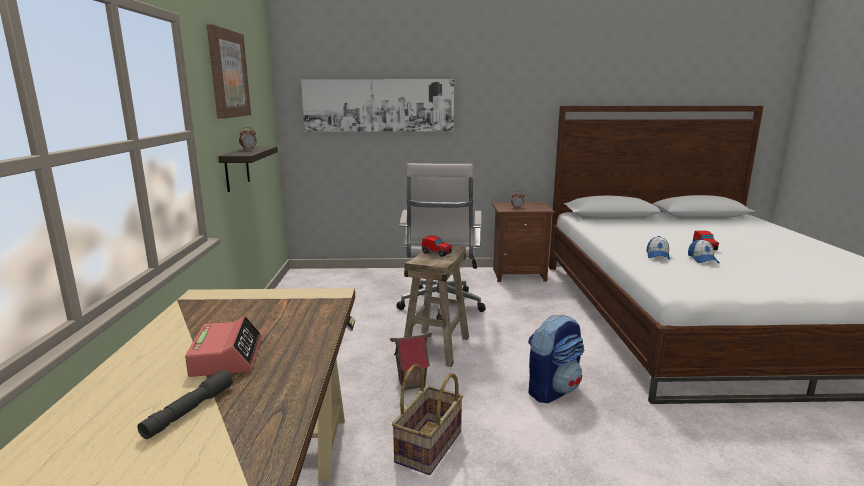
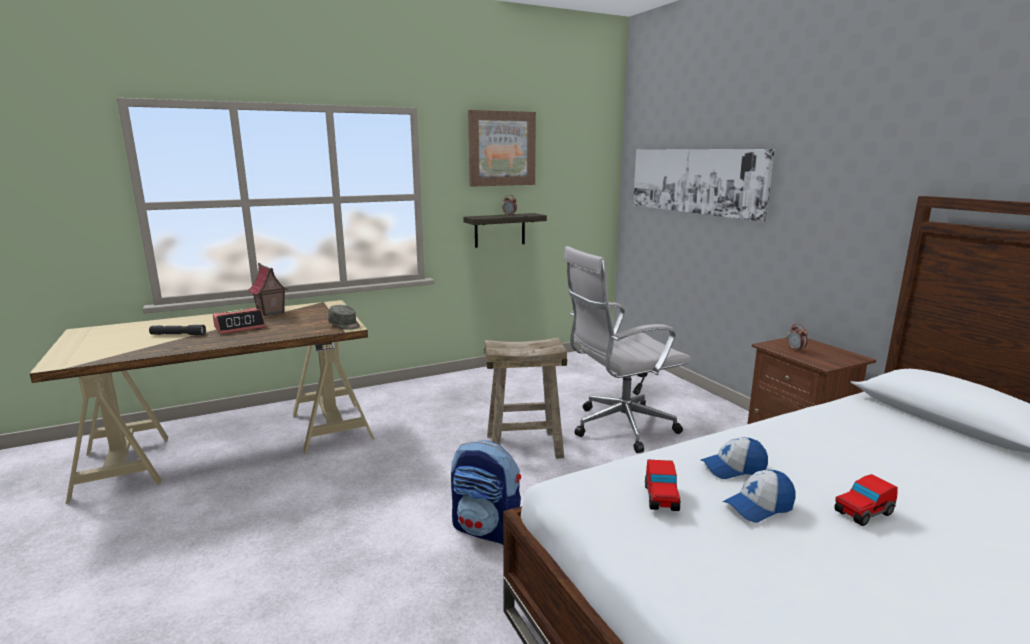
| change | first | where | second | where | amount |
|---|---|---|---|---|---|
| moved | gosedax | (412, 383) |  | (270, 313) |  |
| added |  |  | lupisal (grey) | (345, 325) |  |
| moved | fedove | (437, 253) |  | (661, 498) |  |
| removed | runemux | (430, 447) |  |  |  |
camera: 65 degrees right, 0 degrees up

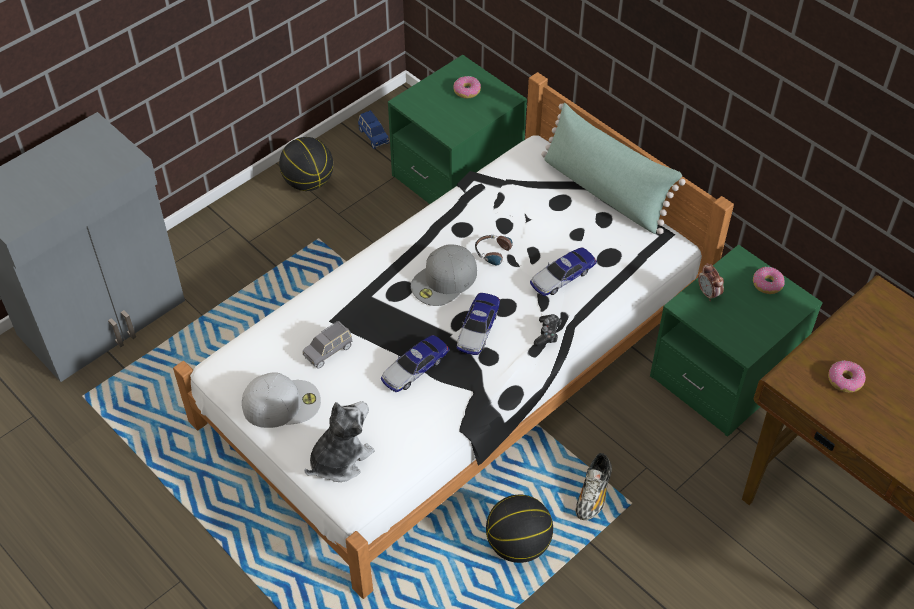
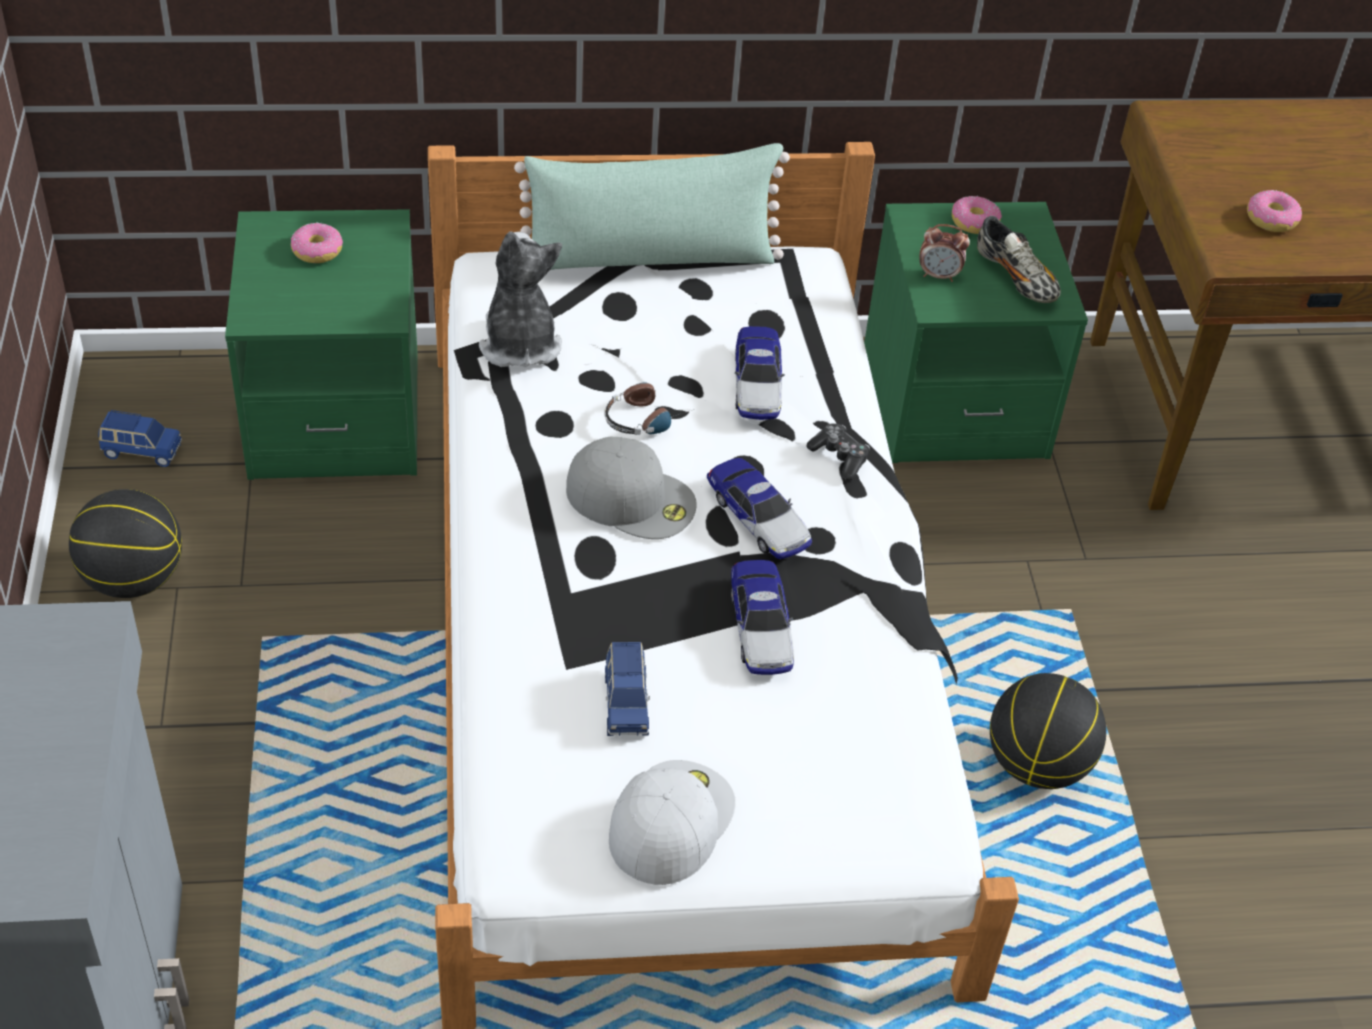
| change | first | where | second | where | amount |
|---|---|---|---|---|---|
| moved | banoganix | (339, 459) |  | (519, 344) |  |
| turned | lupisal (grey) | (444, 280) |  | (632, 498) | 60 degrees counterclockwise |
| recoloured | fedove (grey) | (328, 351) | fedove (blue) | (626, 704) |  |
| moved | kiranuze | (593, 494) |  | (1016, 278) |  |
camera: 55 degrees left, 5 degrees down

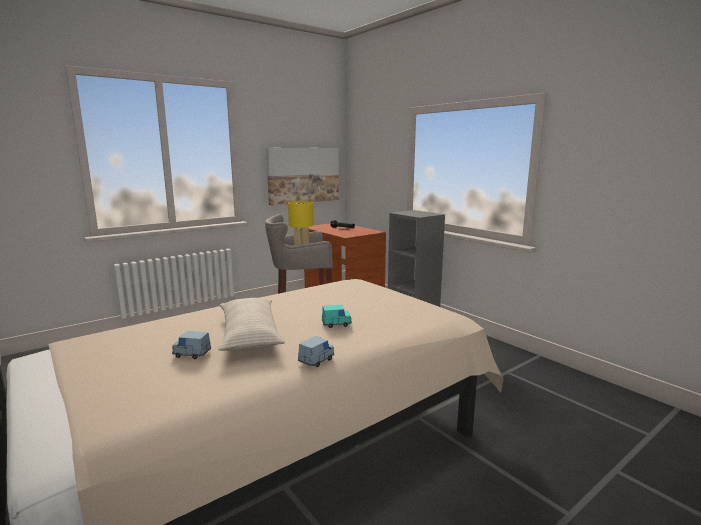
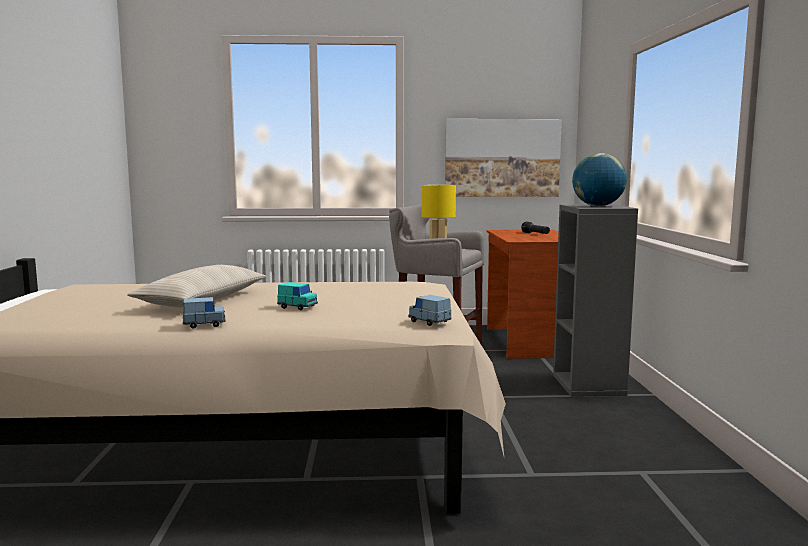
| change | first | where | second | where | amount |
|---|---|---|---|---|---|
| moved | fedove (blue) | (192, 354) |  | (429, 322) |  |
| added |  |  | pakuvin | (597, 206) |  |
camera: 35 degrees right, 5 degrees down

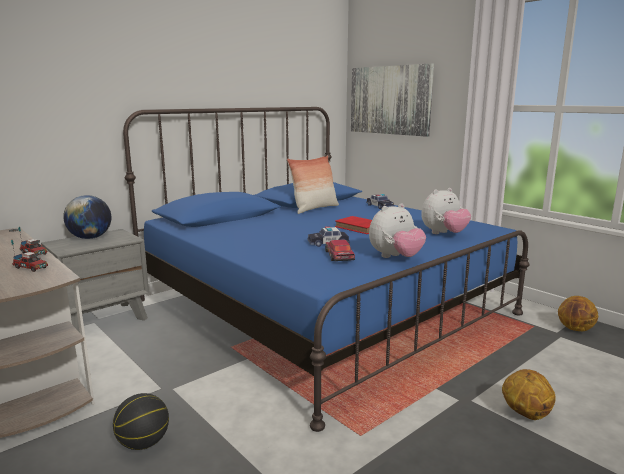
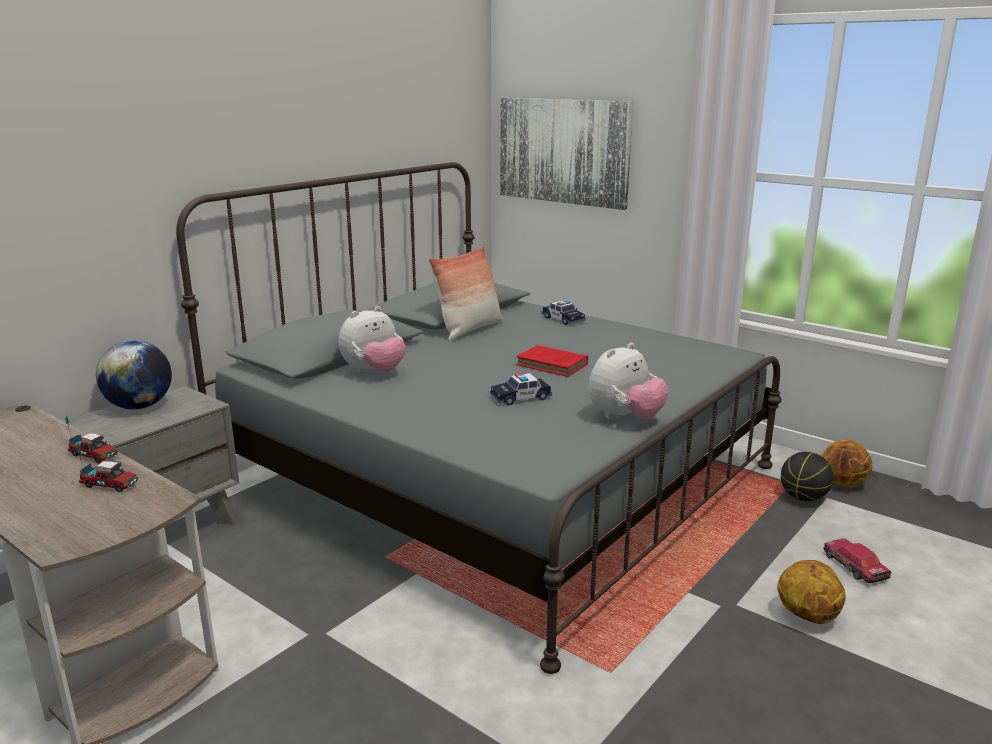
| change | first | where | second | where | amount |
|---|---|---|---|---|---|
| recoloured | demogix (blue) | (323, 307) | demogix (grey) | (497, 478) |  |
| moved | banoganix | (443, 234) |  | (374, 372) |  |
| moved | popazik | (143, 443) |  | (803, 497) |  |
| moved | fedove | (339, 256) |  | (855, 567) |  |
camera: 10 degrees left, 5 degrees up

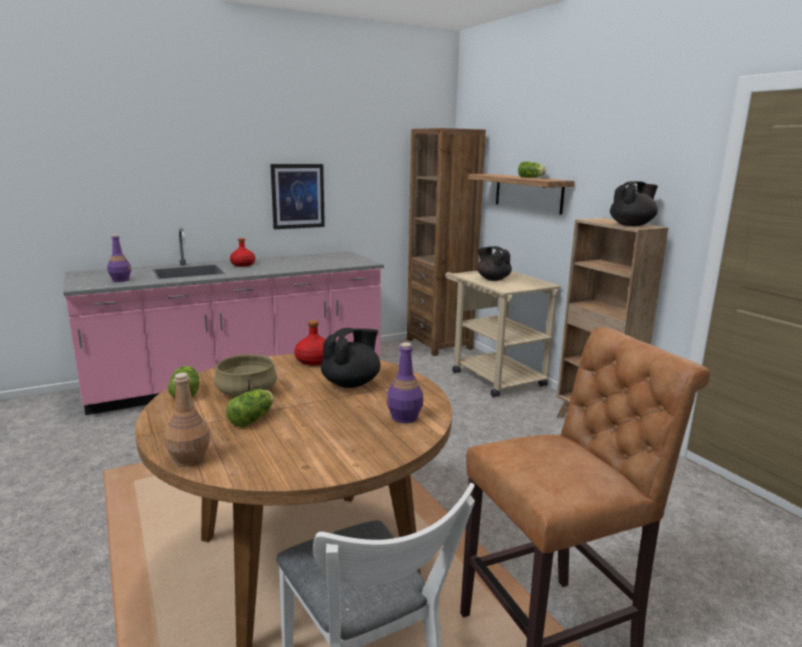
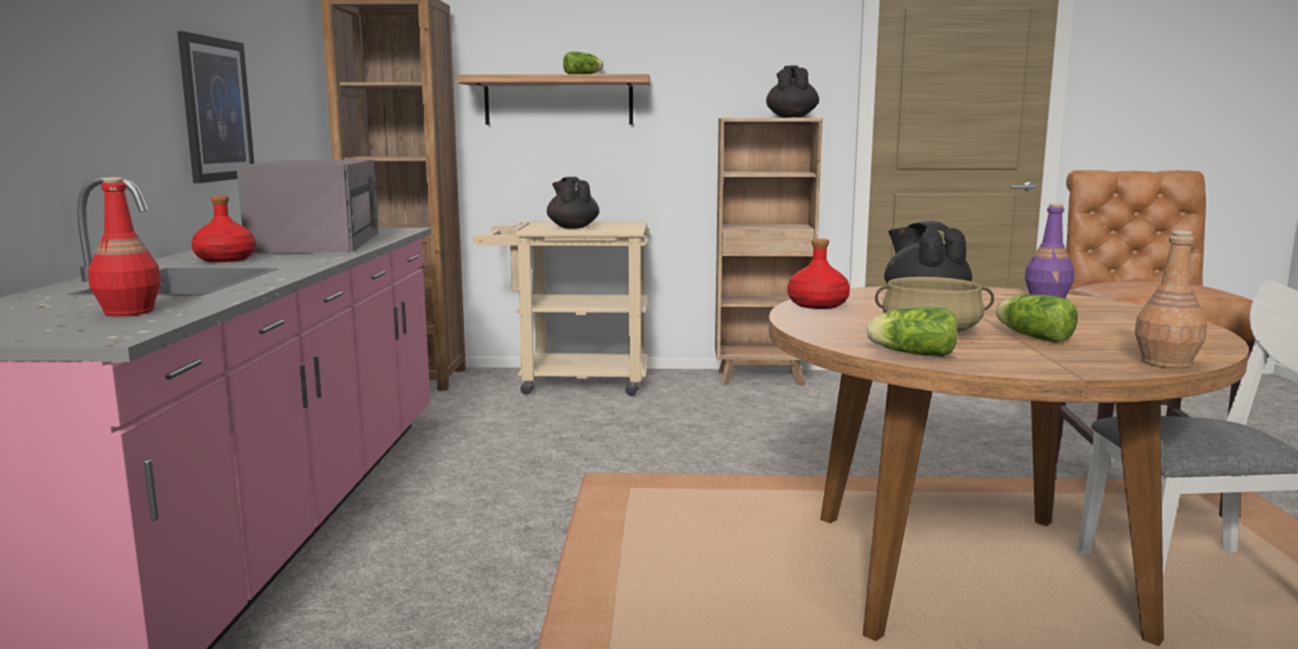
| change | first | where | second | where | amount |
|---|---|---|---|---|---|
| recoloured | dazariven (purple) | (120, 280) | dazariven (red) | (128, 312) |  |
| added |  |  | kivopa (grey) | (317, 242) |  |
| turned | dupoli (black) | (493, 279) |  | (572, 227) | 75 degrees clockwise |
camera: 60 degrees left, 5 degrees down

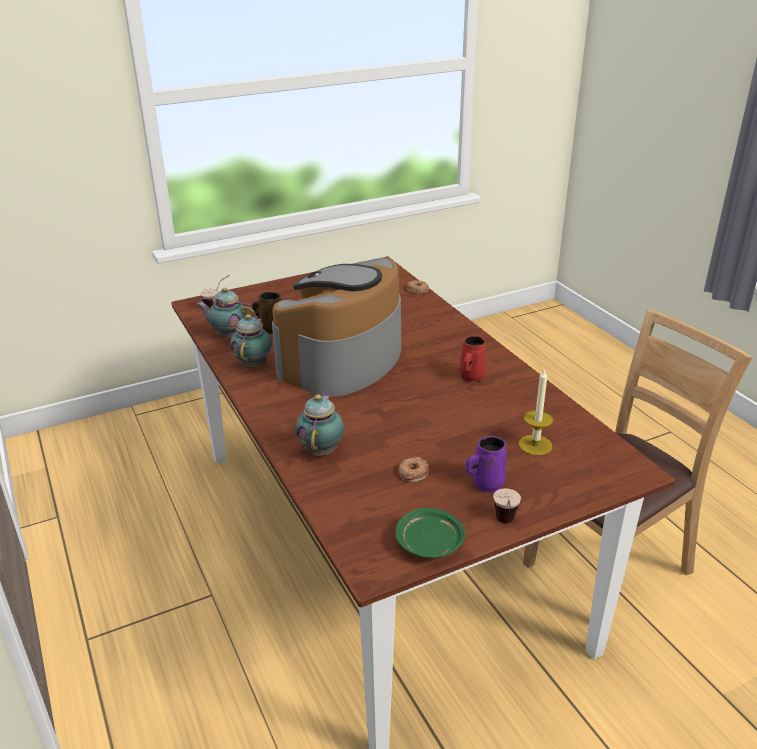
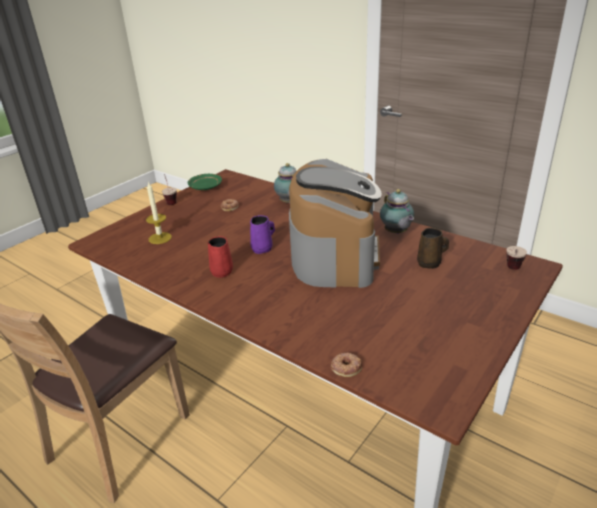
| change | first | where | second | where | amount |
|---|---|---|---|---|---|
| moved | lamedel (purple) | (486, 484) |  | (263, 248) |  |
| removed | dupoli | (228, 336) |  |  |  |
camera: 155 degrees right, 0 degrees up

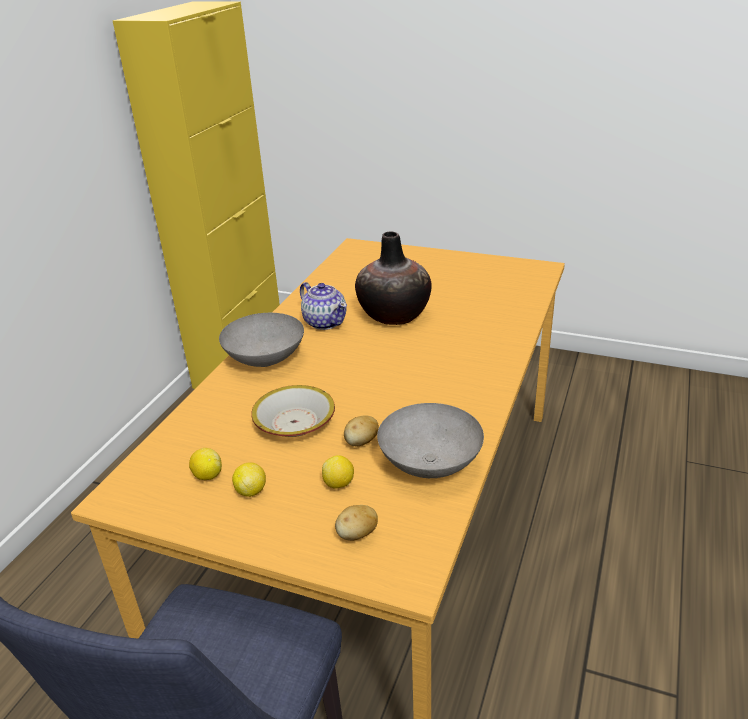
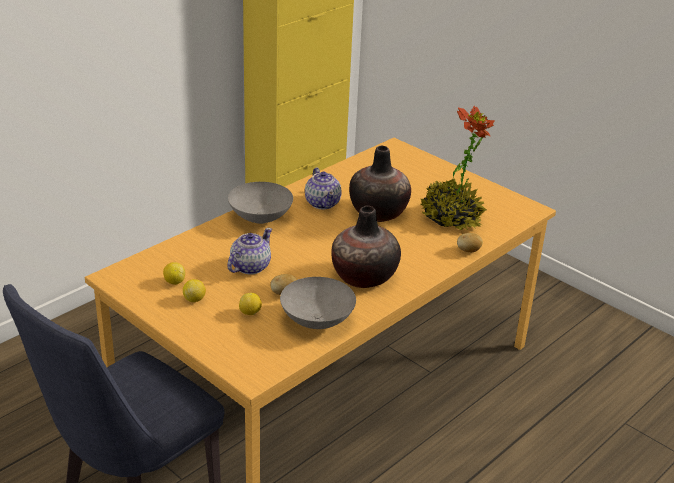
| change | first | where | second | where | amount |
|---|---|---|---|---|---|
| replaced | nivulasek | (294, 423) | dupoli | (249, 267) |  |
| added |  |  | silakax | (364, 277) |  |
| added |  |  | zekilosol | (451, 218) |  |
| moved | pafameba | (357, 535) |  | (468, 251) |  |
camera: 20 degrees right, 0 degrees up

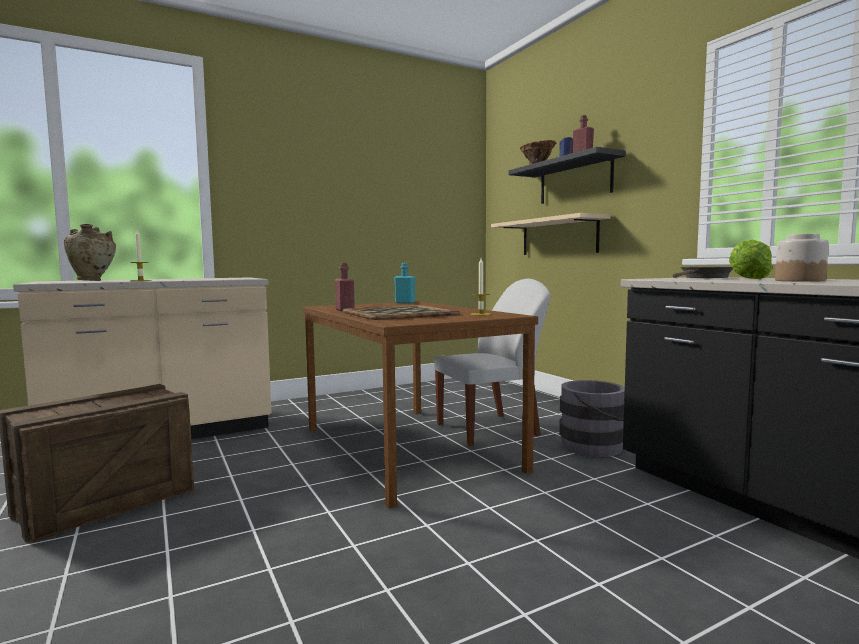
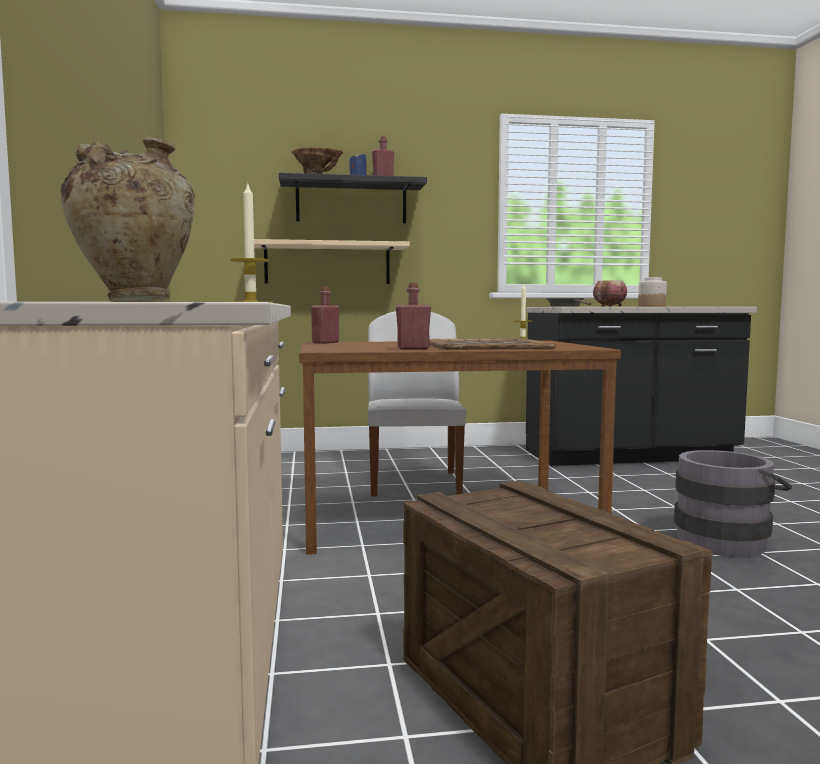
| change | first | where | second | where | amount |
|---|---|---|---|---|---|
| recoloured | dazariven (turquoise) | (405, 302) | dazariven (red) | (325, 343) |  |
| replaced | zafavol | (749, 279) | nivulasek | (609, 306) |  |
| moved | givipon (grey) | (598, 448) |  | (726, 540) |  |
camera: 70 degrees left, 0 degrees up

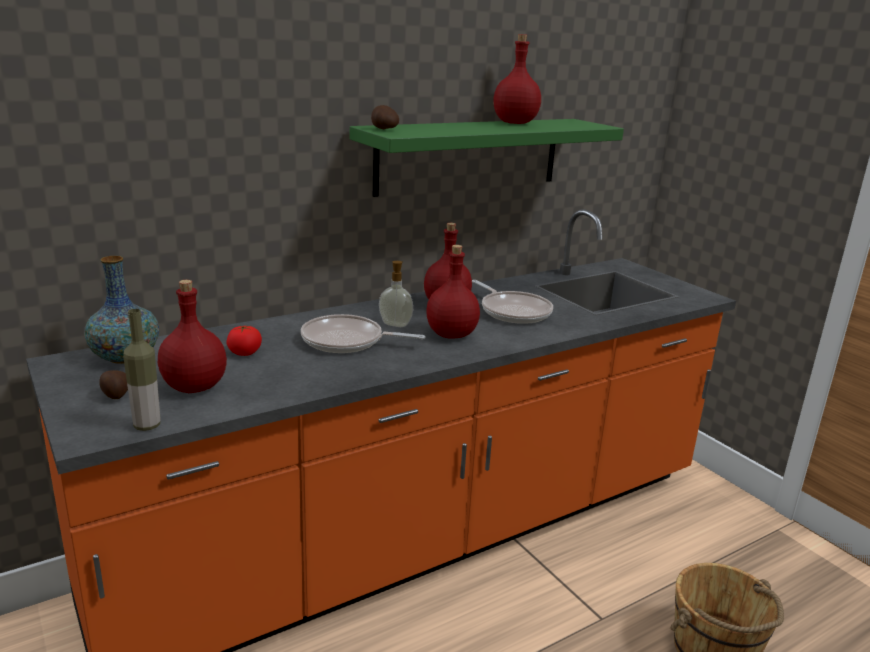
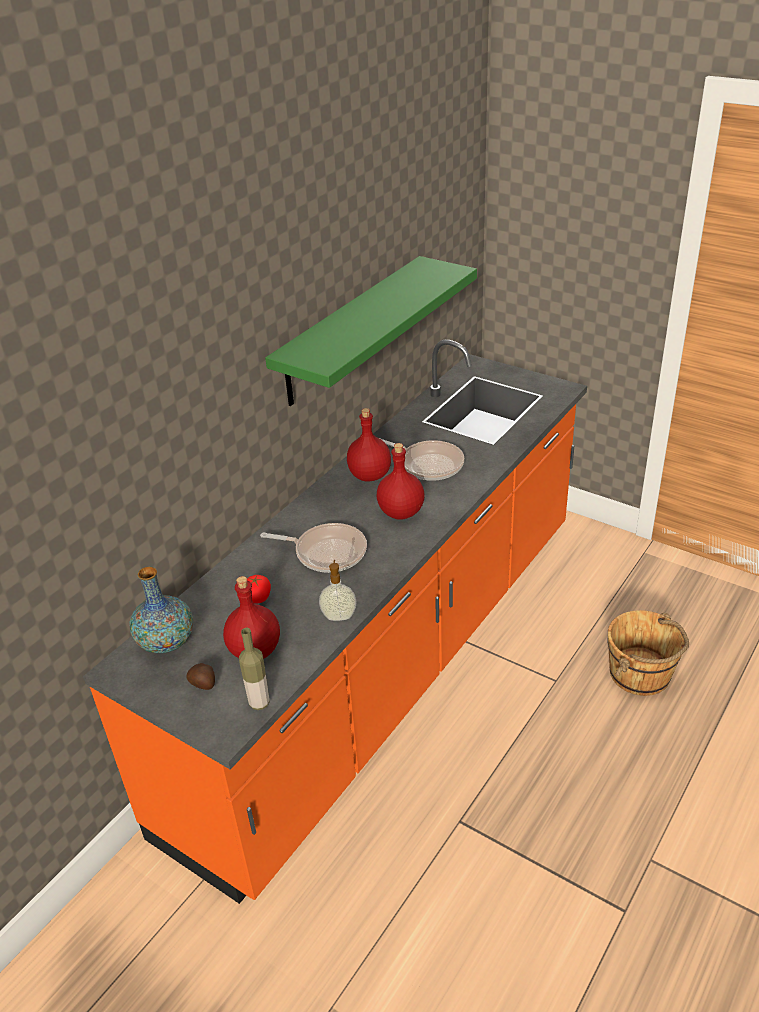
| change | first | where | second | where | amount |
|---|---|---|---|---|---|
| turned | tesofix | (347, 341) |  | (326, 552) | 150 degrees counterclockwise |
| moved | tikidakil | (395, 324) |  | (339, 616) |  |
| removed | pafameba | (383, 129) |  |  |  |
| removed | dazariven (red) | (514, 123) |  |  |  |
camera: 20 degrees left, 15 degrees up

